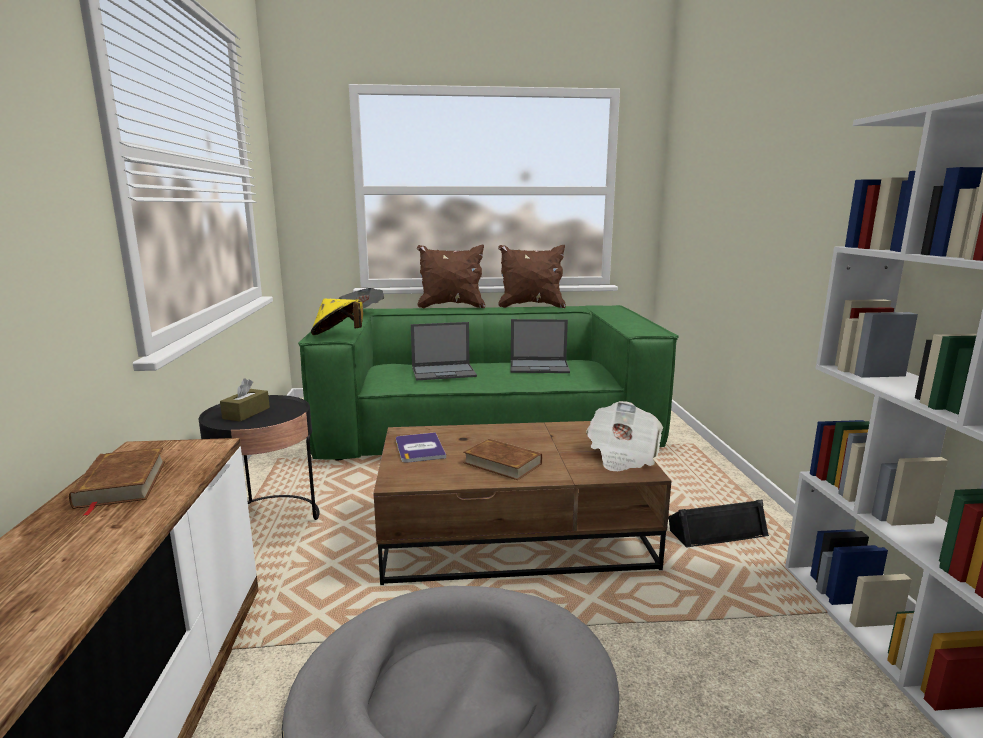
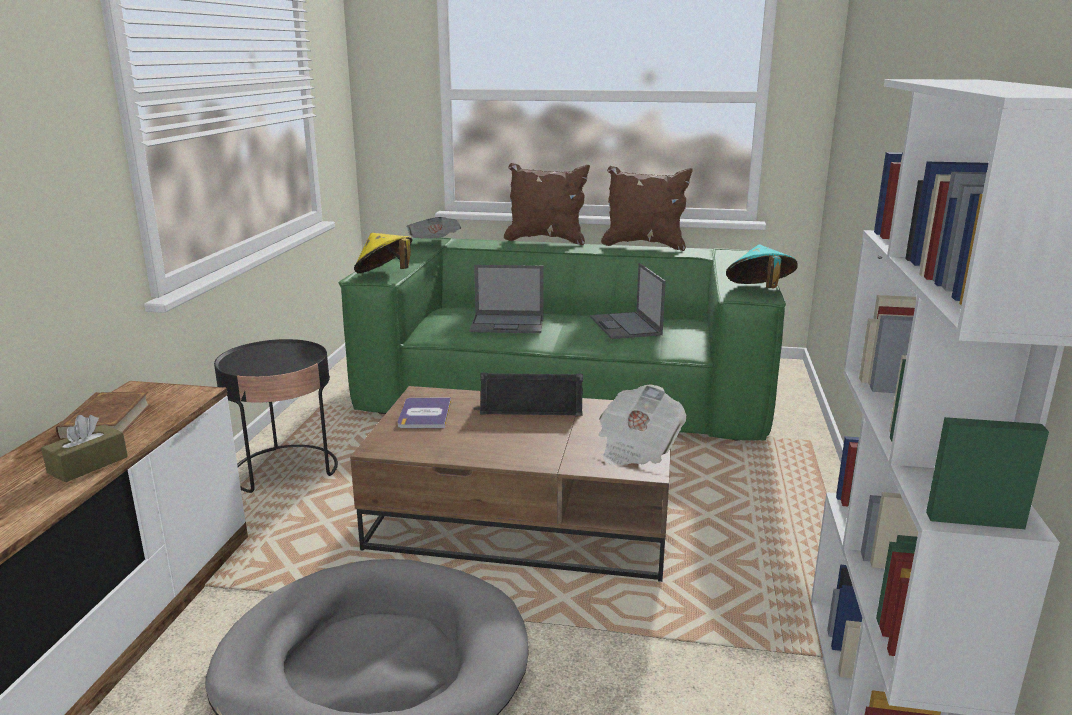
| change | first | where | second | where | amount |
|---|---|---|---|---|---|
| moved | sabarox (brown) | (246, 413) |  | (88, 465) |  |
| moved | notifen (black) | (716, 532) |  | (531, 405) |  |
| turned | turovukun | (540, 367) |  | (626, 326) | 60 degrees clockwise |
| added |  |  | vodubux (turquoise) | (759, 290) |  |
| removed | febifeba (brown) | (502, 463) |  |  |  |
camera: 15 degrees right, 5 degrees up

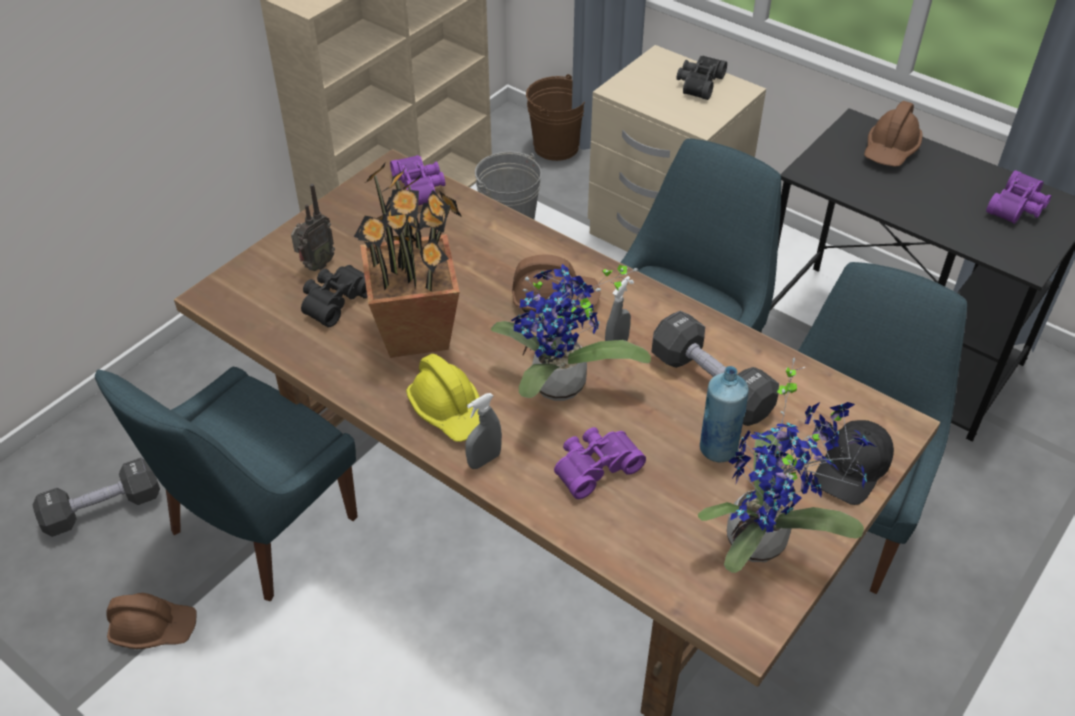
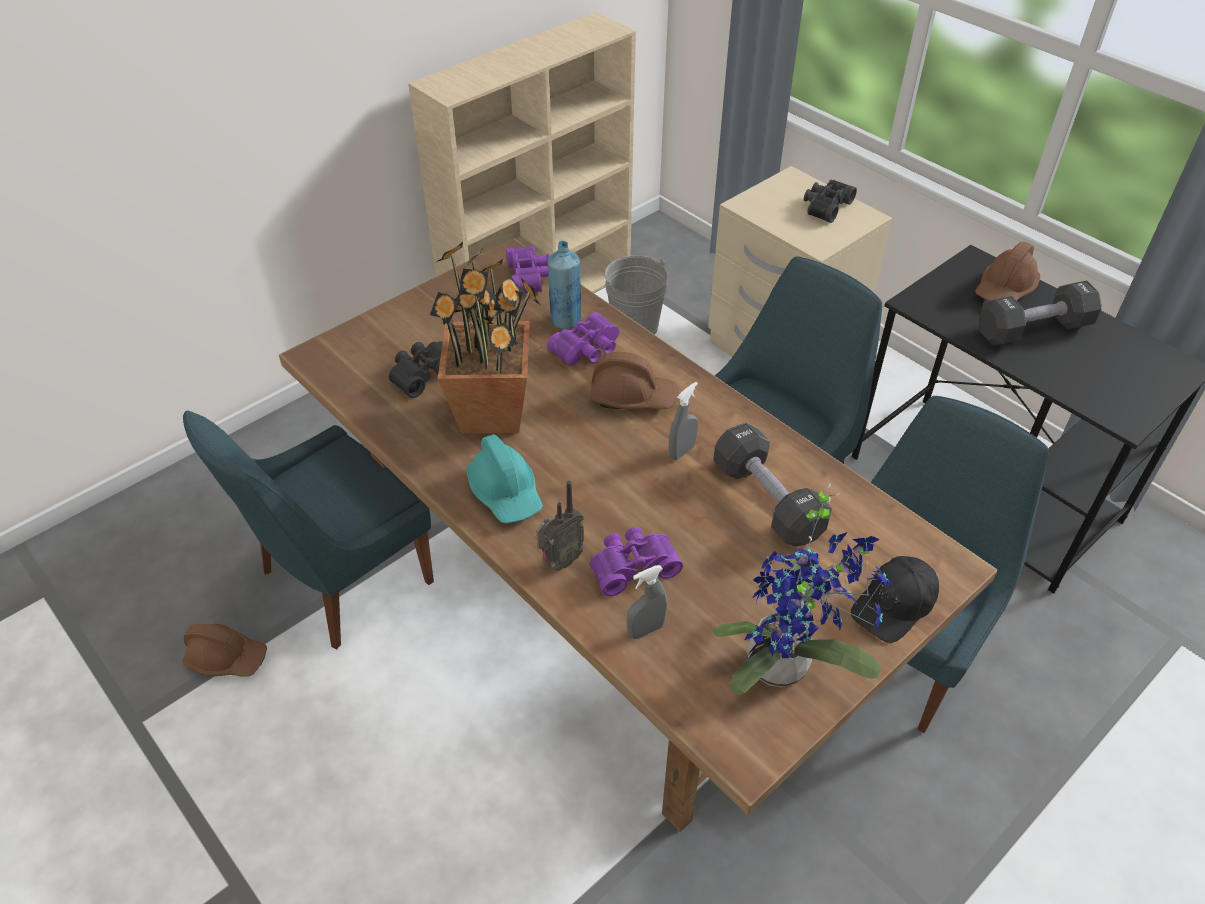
| change | first | where | second | where | amount |
|---|---|---|---|---|---|
| recoloured | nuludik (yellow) | (450, 411) | nuludik (turquoise) | (506, 492) |  |
| moved | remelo | (316, 266) |  | (559, 561) |  |
| moved | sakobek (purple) | (1018, 207) |  | (588, 350) |  |
| moved | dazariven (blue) | (718, 449) |  | (566, 320) |  |
| moved | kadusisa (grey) | (484, 460) |  | (645, 630) |  |
| moved | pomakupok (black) | (103, 509) |  | (1033, 330) |  |
| removed | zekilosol | (559, 390) |  |  |  |
| removed | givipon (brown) | (556, 147) |  |  |  |
camera: 10 degrees right, 0 degrees up

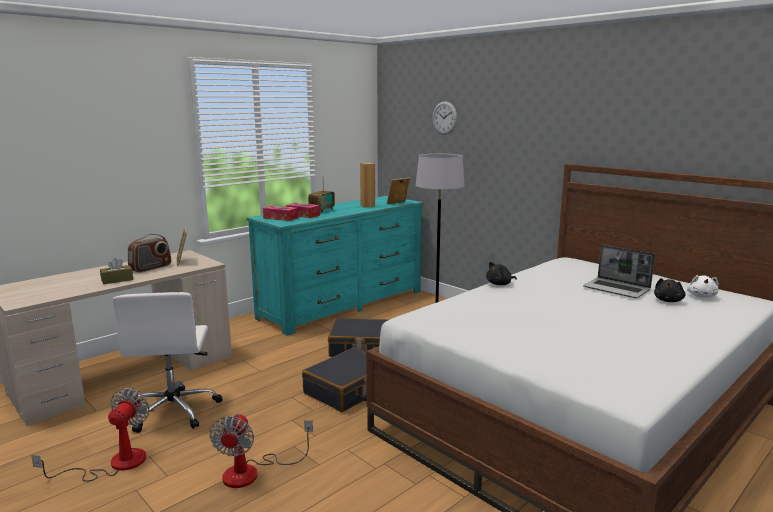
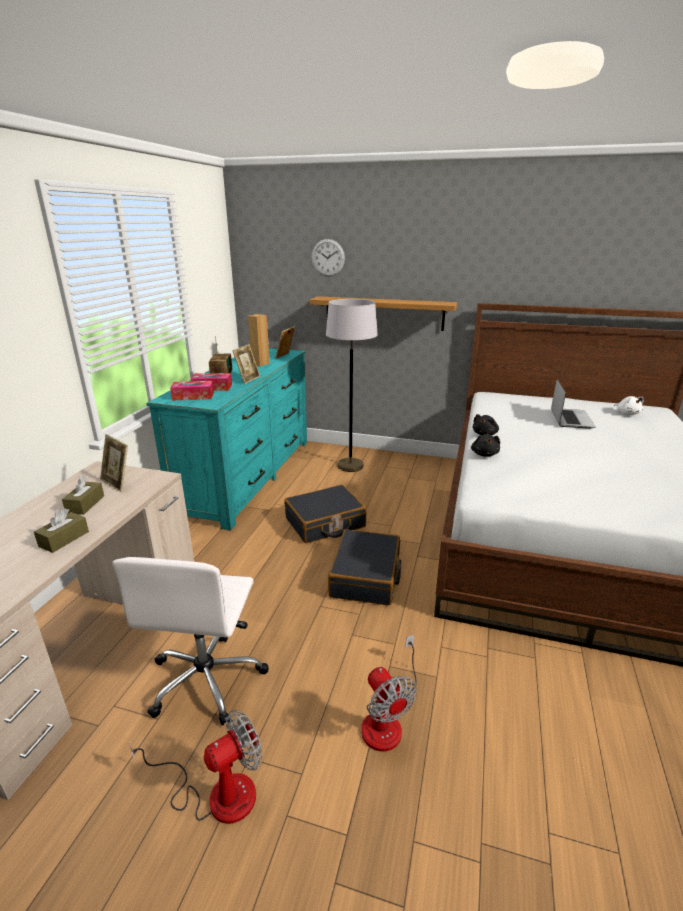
| change | first | where | second | where | amount |
|---|---|---|---|---|---|
| replaced | remelo | (151, 268) | sabarox (brown) | (85, 504) |  |
| turned | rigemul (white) | (174, 410) |  | (207, 678) | 45 degrees clockwise |
| turned | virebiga | (114, 464) |  | (216, 793) | 75 degrees clockwise |
| added |  |  | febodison | (248, 379) |  |
| added |  |  | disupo | (384, 313) |  |
| moved | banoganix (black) | (668, 301) |  | (484, 454) |  |
| turned | turovukun | (617, 289) |  | (570, 419) | 90 degrees counterclockwise |
camera: 30 degrees left, 10 degrees up

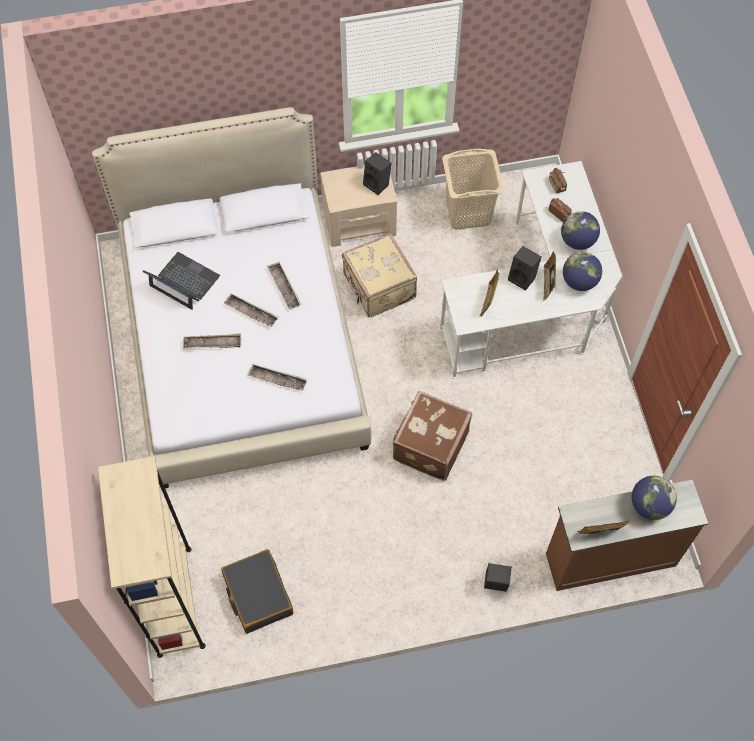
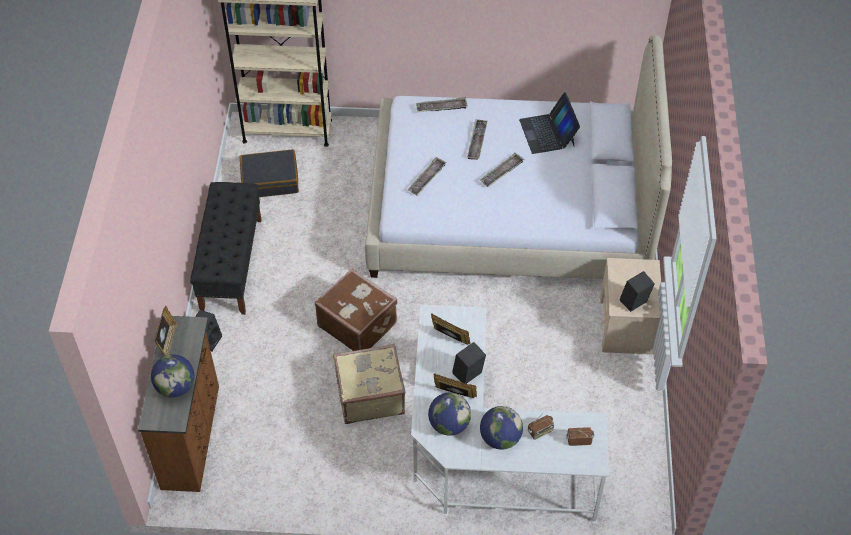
| change | first | where | second | where | amount |
|---|---|---|---|---|---|
| added |  |  | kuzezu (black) | (231, 264) |  |
| moved | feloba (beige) | (378, 288) |  | (369, 395) |  |
| moved | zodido | (284, 287) |  | (441, 107) |  |
| turned | turovukun | (184, 281) |  | (548, 133) | 120 degrees clockwise |
| removed | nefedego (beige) | (467, 212) |  |  |  |
camera: 105 degrees right, 10 degrees down

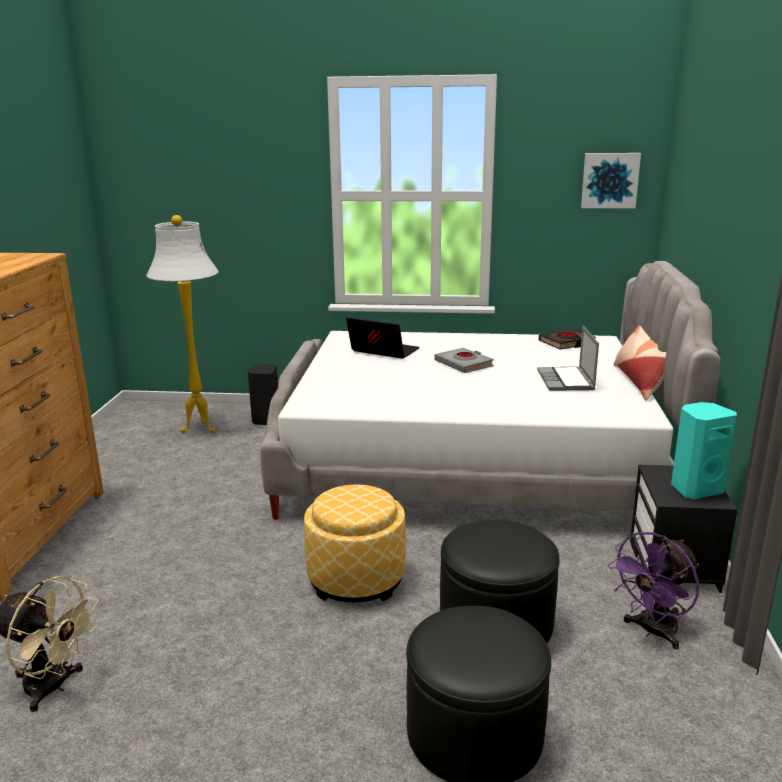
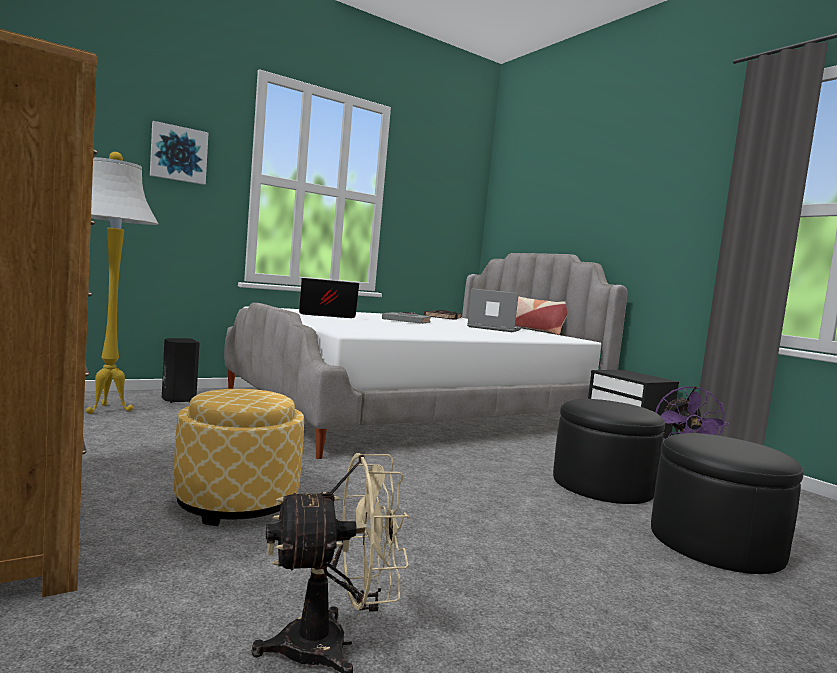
| change | first | where | second | where | amount |
|---|---|---|---|---|---|
| moved | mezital | (609, 180) |  | (178, 154) |  |
| moved | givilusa | (356, 578) |  | (237, 502) |  |
| turned | turovukun | (566, 381) |  | (493, 328) | 150 degrees clockwise |
| removed | notifen (turquoise) | (695, 489) |  |  |  |
camera: 40 degrees left, 15 degrees down

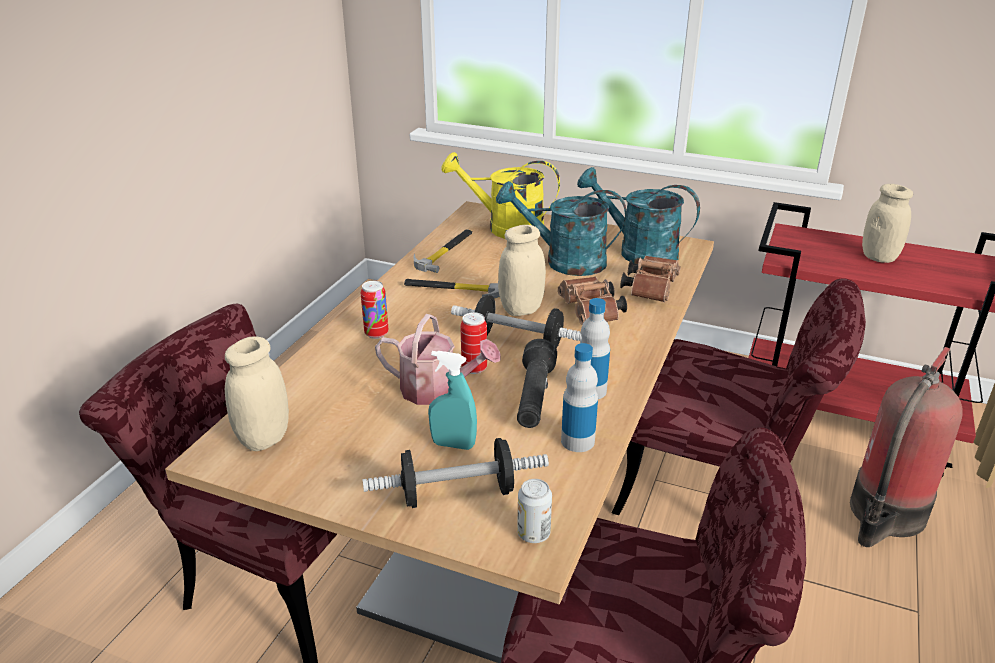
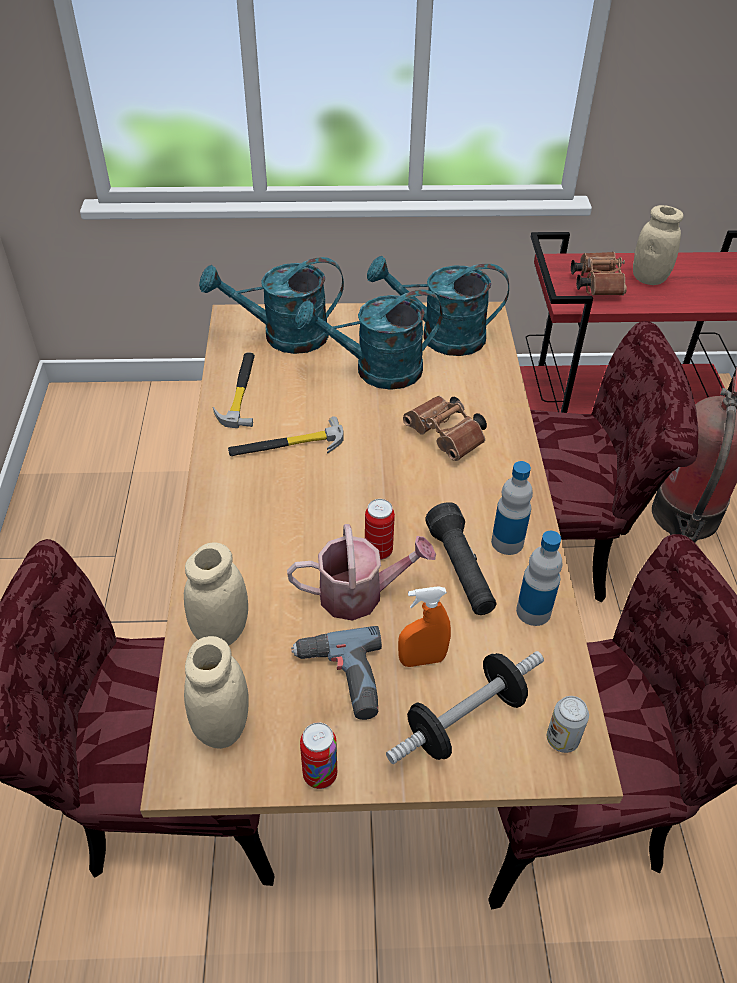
| change | first | where | second | where | amount |
|---|---|---|---|---|---|
| moved | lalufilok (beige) | (521, 309) |  | (222, 632) |  |
| recoloured | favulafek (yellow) | (505, 228) | favulafek (turquoise) | (283, 336) |  |
| added |  |  | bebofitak | (341, 680) |  |
| moved | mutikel | (376, 334) |  | (320, 775) |  |
| recoloured | kadusisa (turquoise) | (453, 444) | kadusisa (orange) | (422, 660) |  |
| moved | sakobek (brown) | (651, 289) |  | (596, 283) |  |
| removed | pomakupok | (518, 342) |  |  |  |
camera: 25 degrees left, 15 degrees up

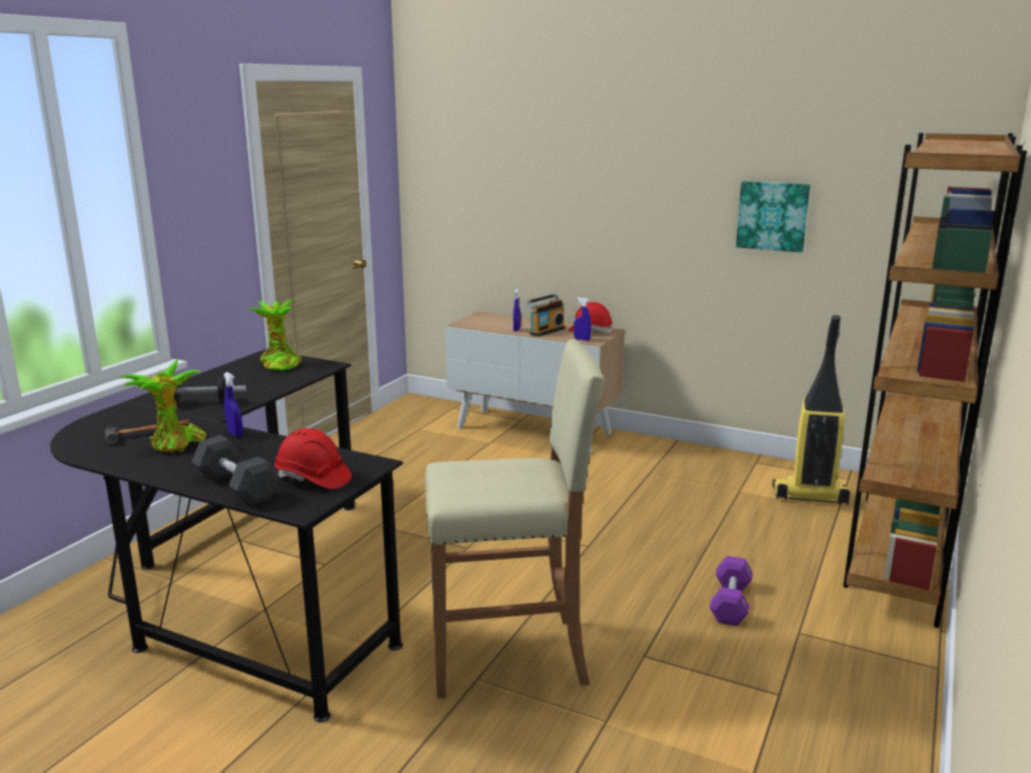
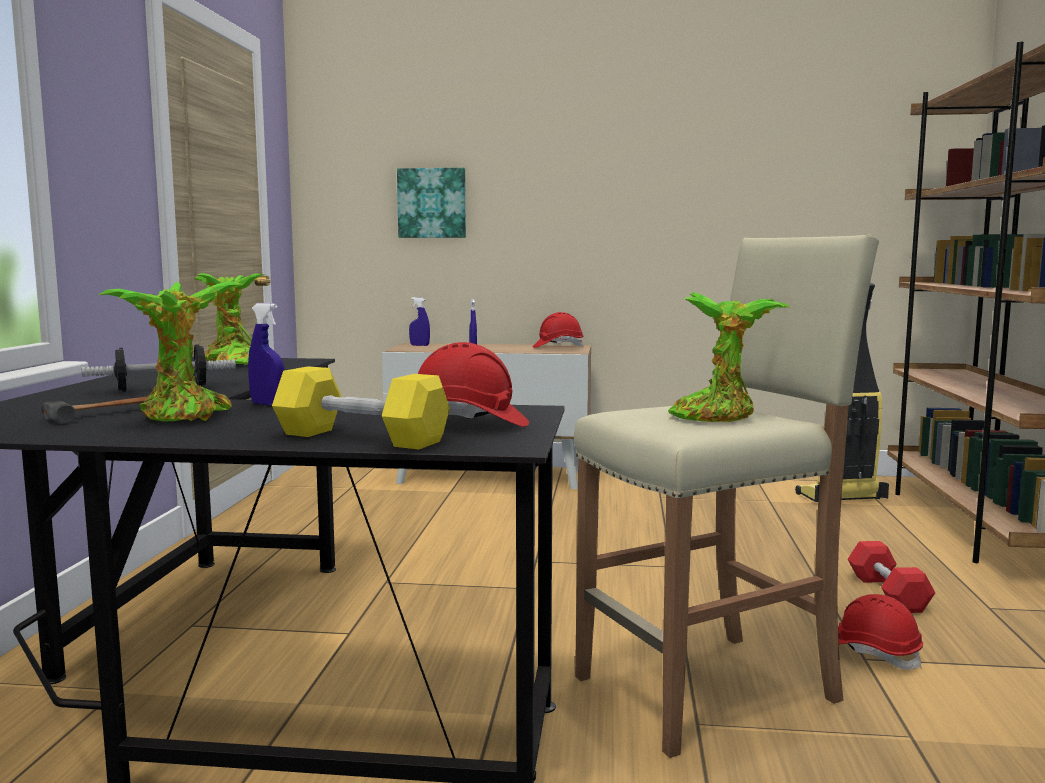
| change | first | where | second | where | amount |
|---|---|---|---|---|---|
| recoloured | pomakupok (black) | (236, 486) | pomakupok (yellow) | (361, 438) |  |
| moved | mezital | (772, 216) |  | (432, 203) |  |
| moved | kadusisa (blue) | (582, 339) |  | (419, 345) |  |
| added |  |  | zekilosol | (719, 416) |  |
| added |  |  | nuludik (red) | (873, 653) |  |
| recoloured | pomakupok (purple) | (730, 603) | pomakupok (red) | (887, 593) |  |
| removed | remelo | (545, 331) |  |  |  |
camera: 20 degrees left, 10 degrees down

